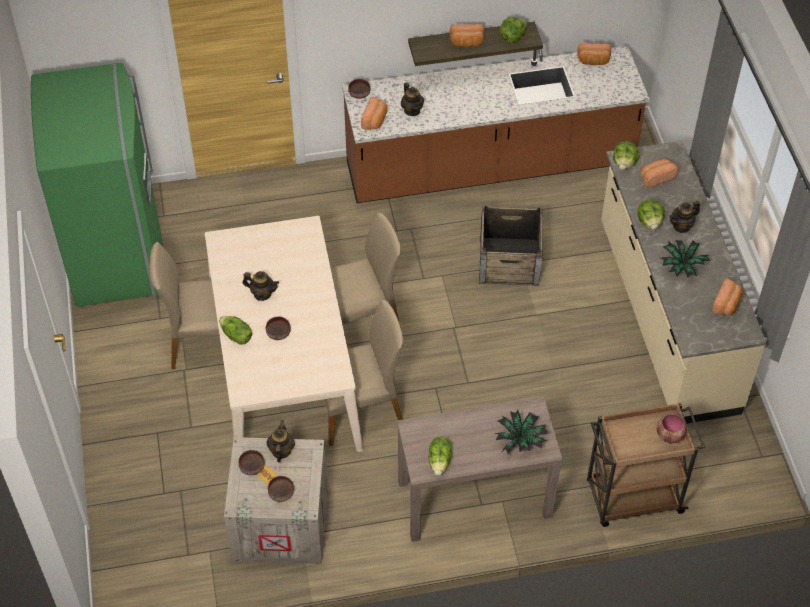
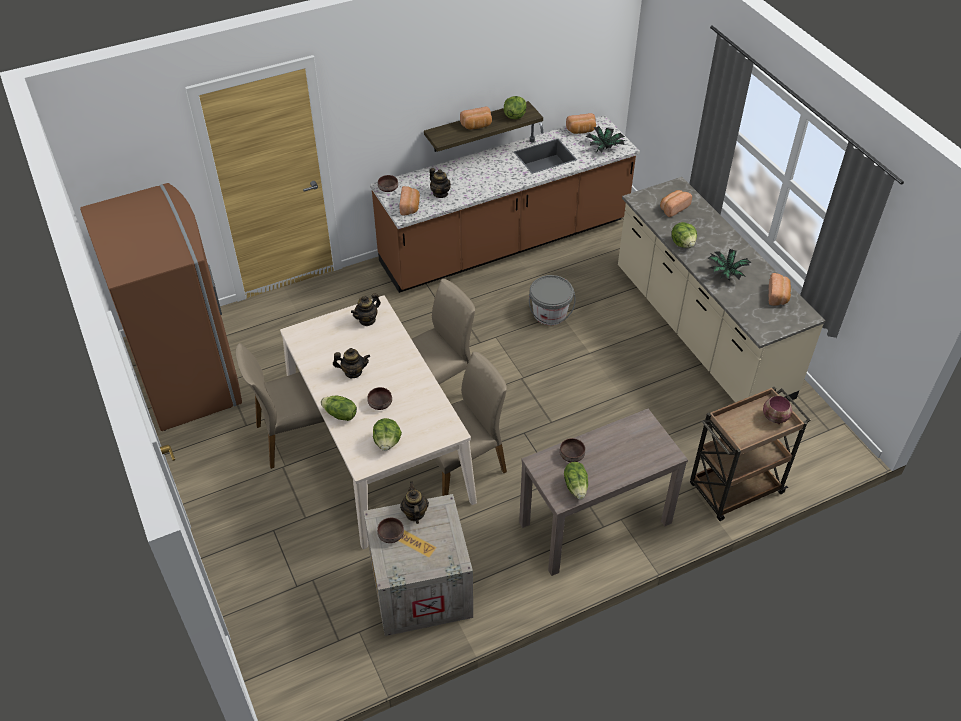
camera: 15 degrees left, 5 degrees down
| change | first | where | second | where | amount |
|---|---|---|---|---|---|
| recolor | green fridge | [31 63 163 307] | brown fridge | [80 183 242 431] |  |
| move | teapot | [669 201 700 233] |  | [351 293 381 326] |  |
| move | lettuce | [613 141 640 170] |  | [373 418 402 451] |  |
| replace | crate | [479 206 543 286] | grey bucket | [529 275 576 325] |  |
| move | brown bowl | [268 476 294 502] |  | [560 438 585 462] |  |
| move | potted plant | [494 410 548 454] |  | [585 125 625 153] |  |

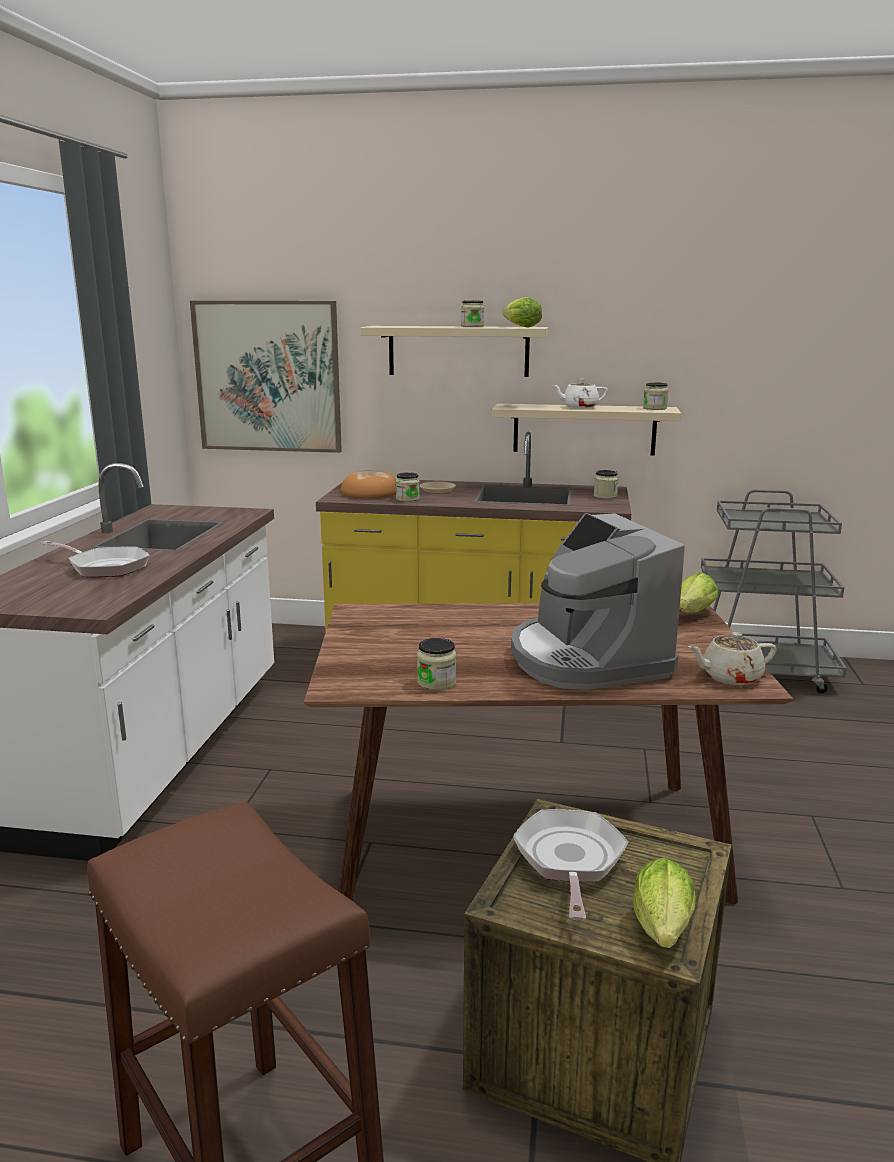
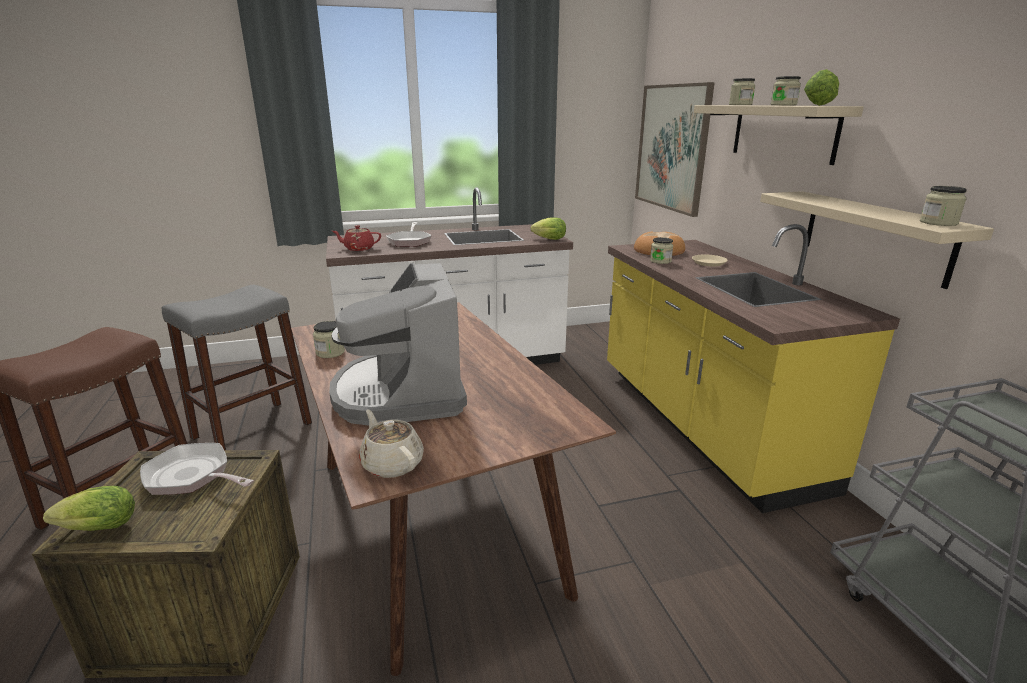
camera: 65 degrees right, 5 degrees up
| change | first | where | second | where | amount |
|---|---|---|---|---|---|
| rotate | frying pan | [513 809 629 920] |  | [140 443 254 495] | 135 degrees counterclockwise |
| insert |  |  | grey stool | [162 285 312 450] |  |
| rotate | coffee machine | [511 513 685 690] |  | [329 263 467 426] | 60 degrees counterclockwise |
| insert |  |  | red teapot | [333 225 381 251] |  |
| move | lettuce | [680 572 719 613] |  | [531 217 566 240] |  |
| move | jar | [594 470 618 499] |  | [729 78 755 105] |  |
| delete | white teapot | [552 379 608 408] |  |  |  |

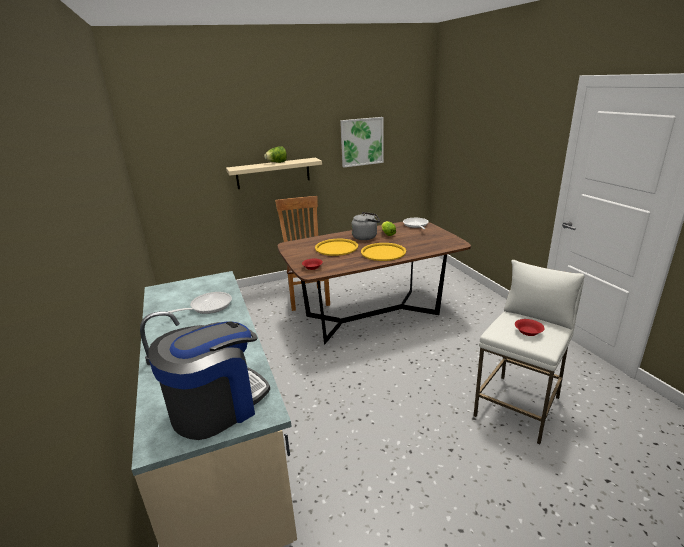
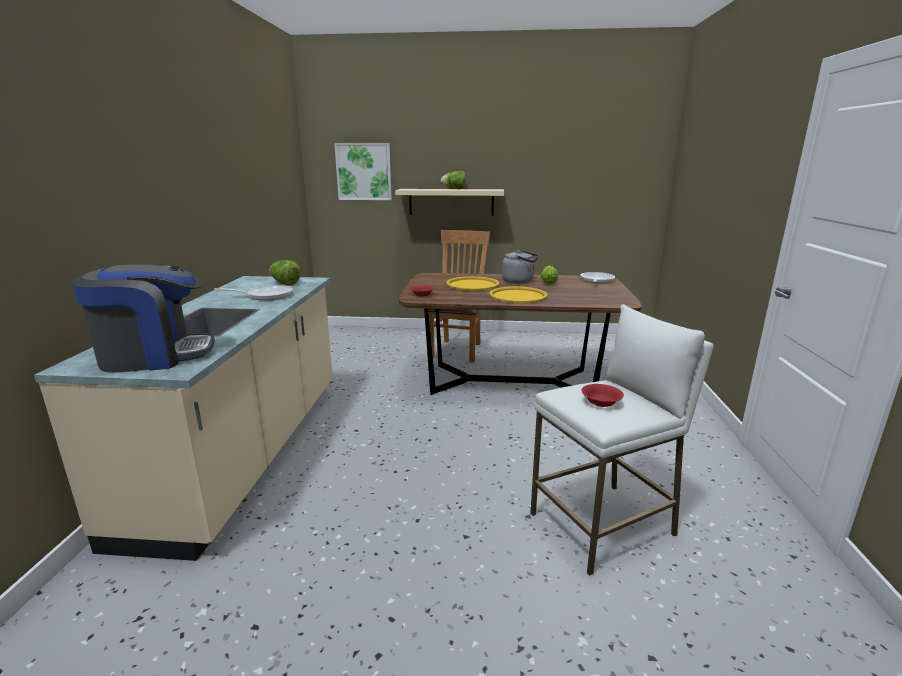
camera: 25 degrees right, 5 degrees down
| change | first | where | second | where | amount |
|---|---|---|---|---|---|
| insert |  |  | lettuce | [270 260 301 285] |  |
| move | picture | [340 117 384 168] |  | [334 143 392 200] |  |

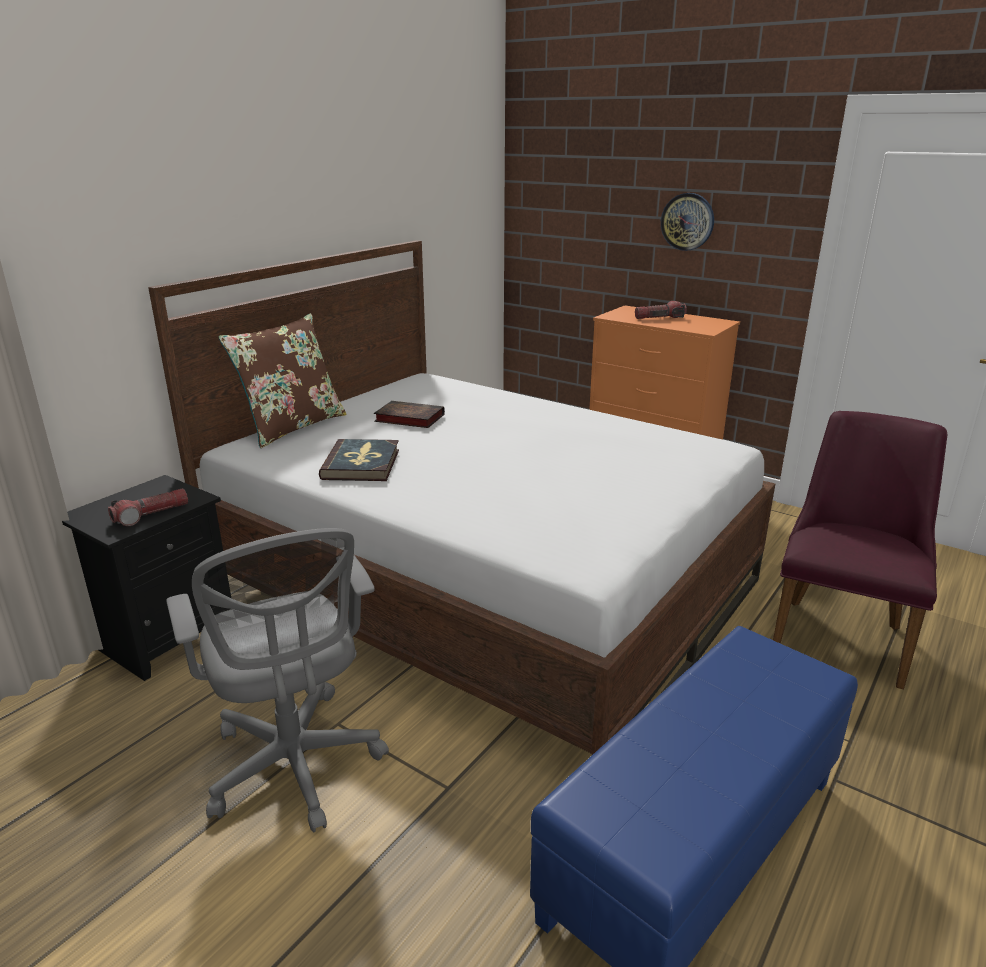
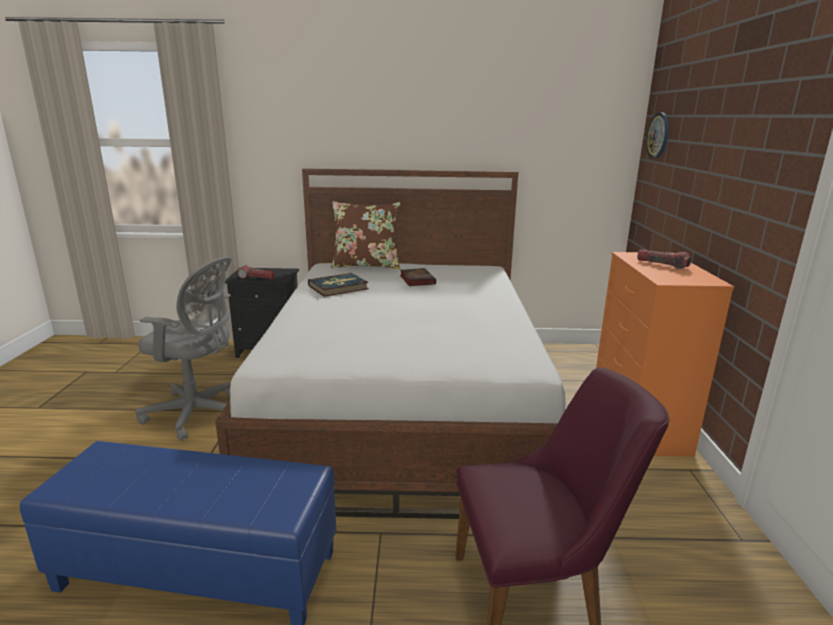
camera: 55 degrees right, 5 degrees down
| change | first | where | second | where | amount |
|---|---|---|---|---|---|
| rotate | grey office chair | [166 528 389 832] |  | [135 257 231 441] | 105 degrees counterclockwise |
| move | wall clock | [661 193 714 251] |  | [646 112 669 158] |  |

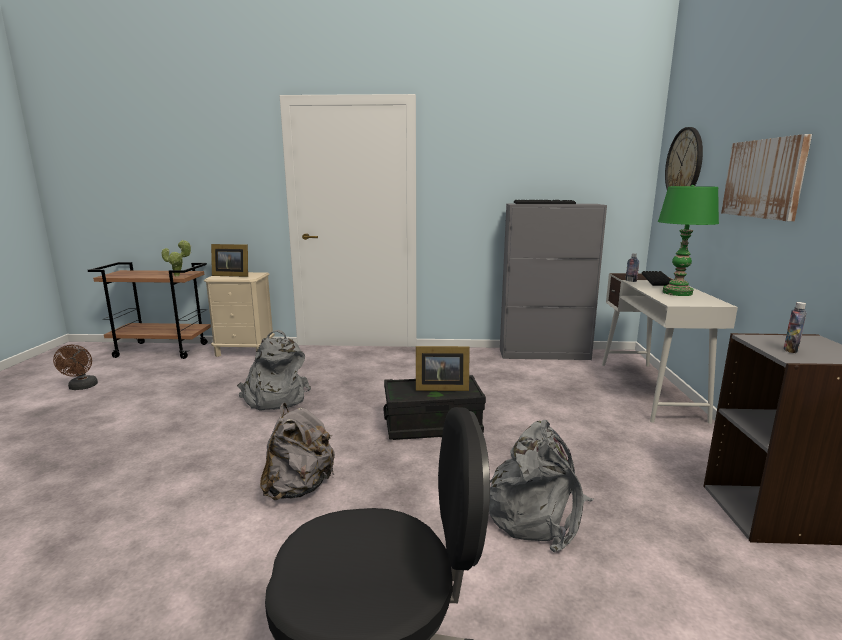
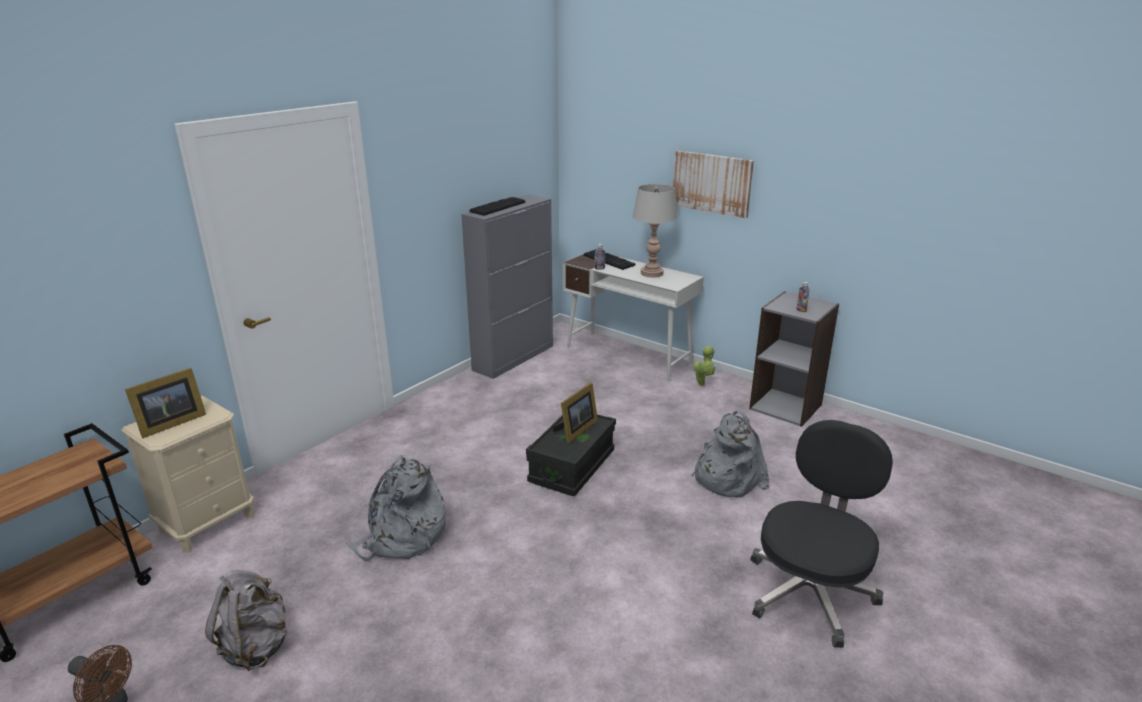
camera: 55 degrees left, 10 degrees up
| change | first | where | second | where | amount |
|---|---|---|---|---|---|
| move | grey backpack | [260 403 335 500] |  | [205 570 287 671] |  |
| recolor | green table lamp | [658 185 719 296] | grey table lamp | [632 184 678 278] |  |
| move | potted plant | [162 240 191 276] |  | [694 346 715 387] |  |
| delete | wall clock | [665 127 703 190] |  |  |  |

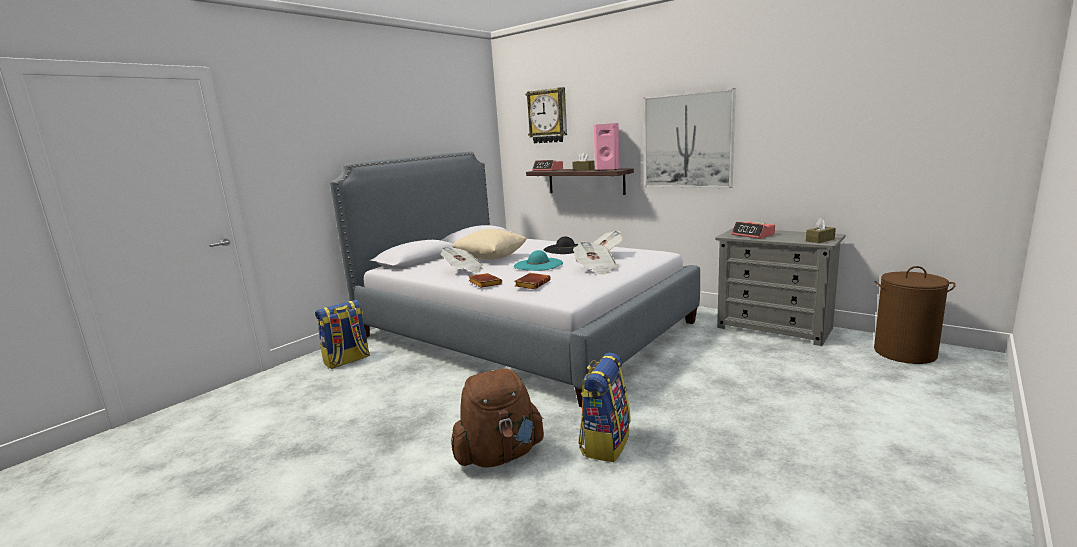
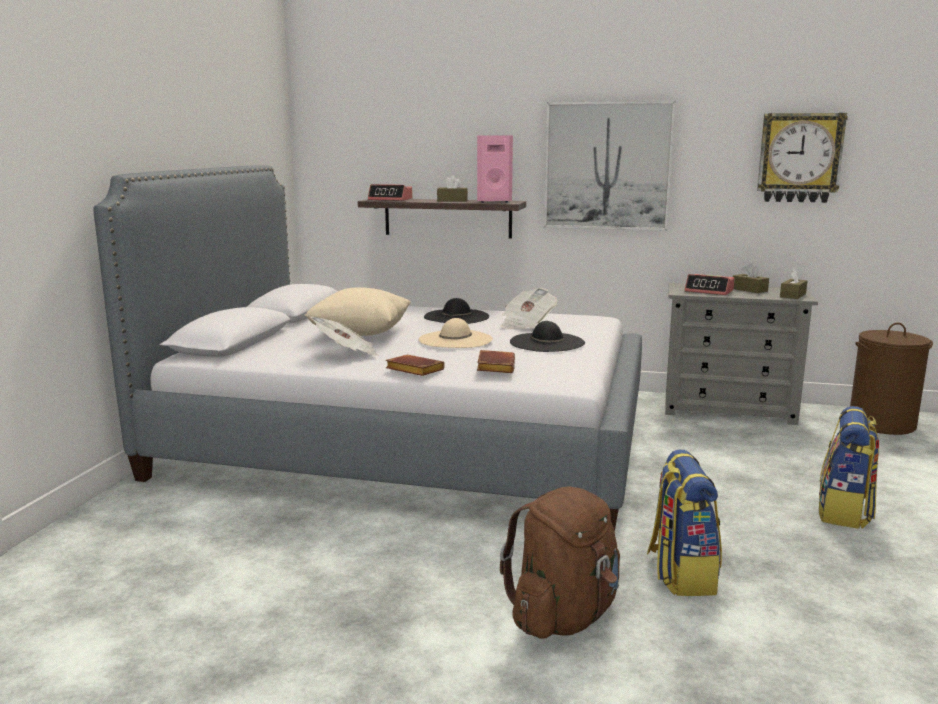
camera: 25 degrees left, 0 degrees up
| change | first | where | second | where | amount |
|---|---|---|---|---|---|
| recolor | turquoise hat | [514 250 563 271] | beige hat | [419 318 493 348] |  |
| replace | newspaper | [573 241 618 275] | black hat | [510 321 585 352] |  |
| insert |  |  | brown tissue box | [733 264 769 293] |  |
| move | wall clock | [526 87 567 143] |  | [757 113 848 203] |  |
| move | backpack | [315 300 370 369] |  | [819 406 879 529] |  |

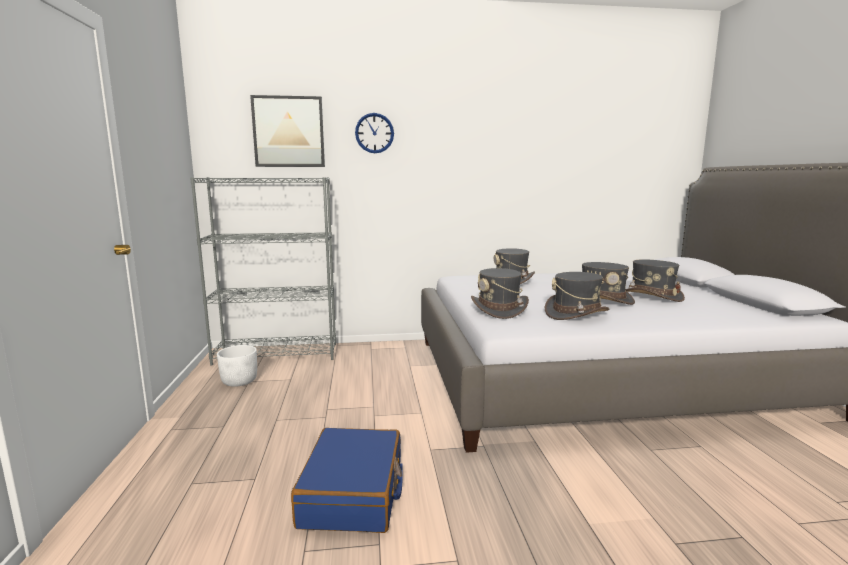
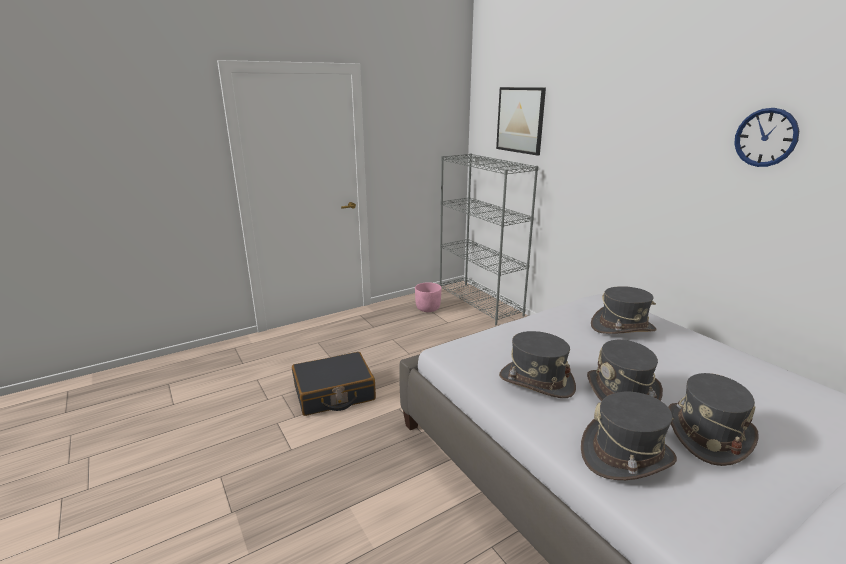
camera: 65 degrees right, 10 degrees up
| change | first | where | second | where | amount |
|---|---|---|---|---|---|
| recolor | blue suitcase | [291 428 403 533] | black suitcase | [292 352 376 416] |  |
| recolor | white planter | [217 345 257 387] | pink planter | [415 282 442 312] |  |
| move | grey hat | [471 268 529 319] |  | [581 392 677 480] |  |
| move | wall clock | [355 113 394 153] |  | [734 108 799 167] |  |

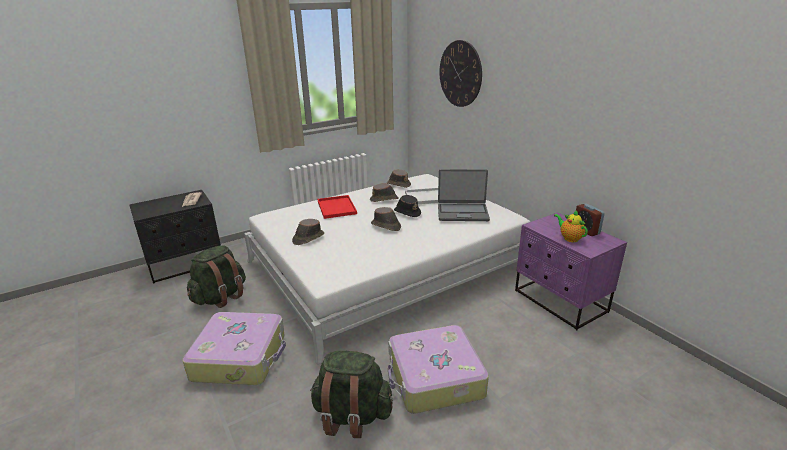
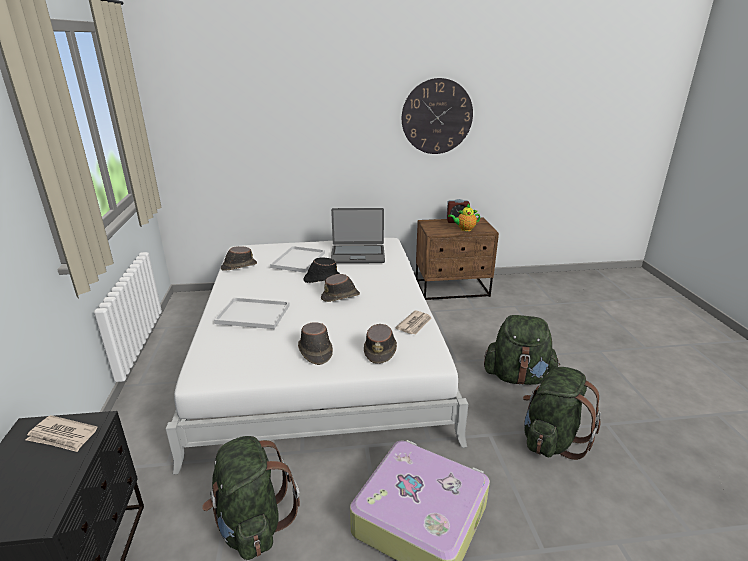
camera: 65 degrees left, 0 degrees up
| change | first | where | second | where | amount |
|---|---|---|---|---|---|
| recolor | red tray | [318 195 357 219] | white tray | [214 297 290 329] |  |
| rotate | laptop | [438 169 490 221] |  | [331 208 385 263] | 60 degrees clockwise |
| move | brown hat | [370 183 399 202] |  | [364 324 397 364] |  |
| insert |  |  | newspaper | [395 310 432 335] |  |
| move | wall clock | [440 40 482 107] |  | [402 78 473 154] |  |
| recolor | purple nightstand | [515 212 627 330] | brown nightstand | [416 217 499 300] |  |
| replace | suitcase | [388 325 489 414] | green backpack | [484 315 560 385] |  |

